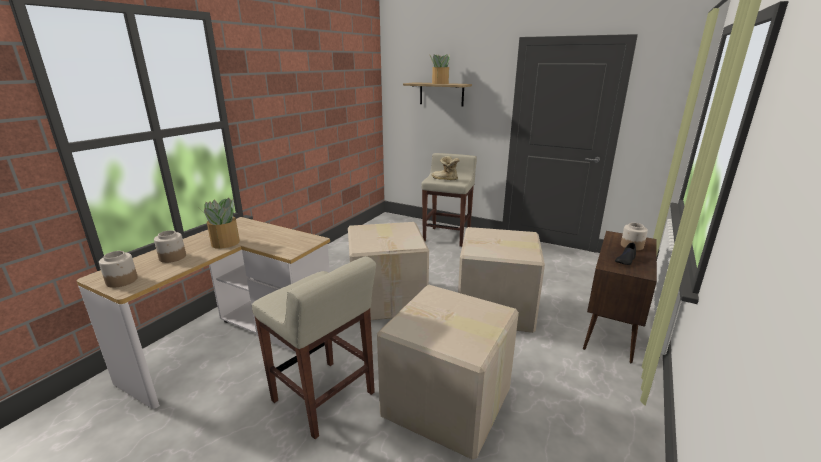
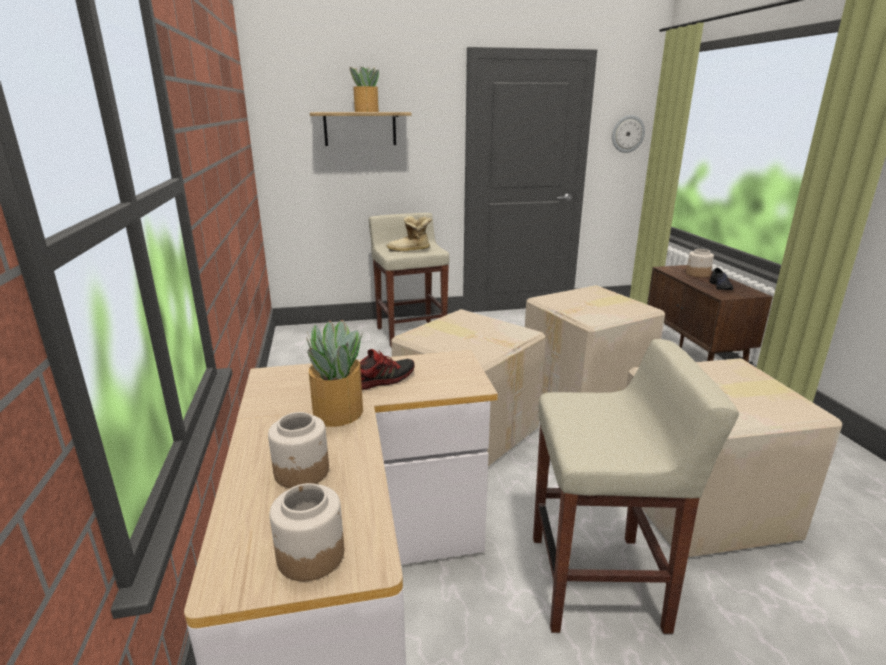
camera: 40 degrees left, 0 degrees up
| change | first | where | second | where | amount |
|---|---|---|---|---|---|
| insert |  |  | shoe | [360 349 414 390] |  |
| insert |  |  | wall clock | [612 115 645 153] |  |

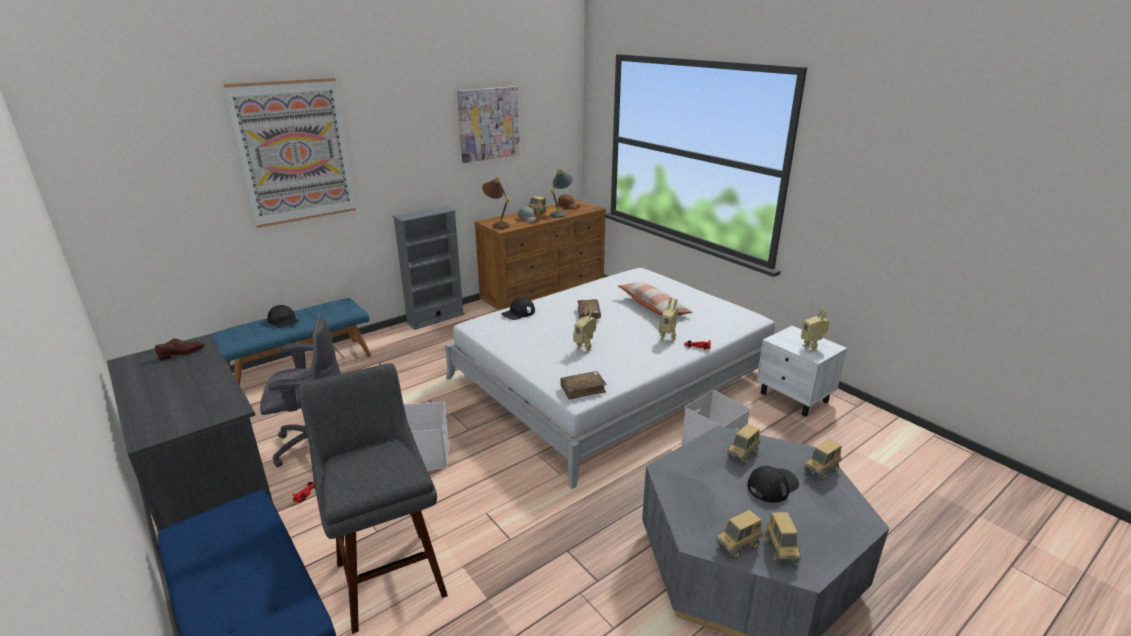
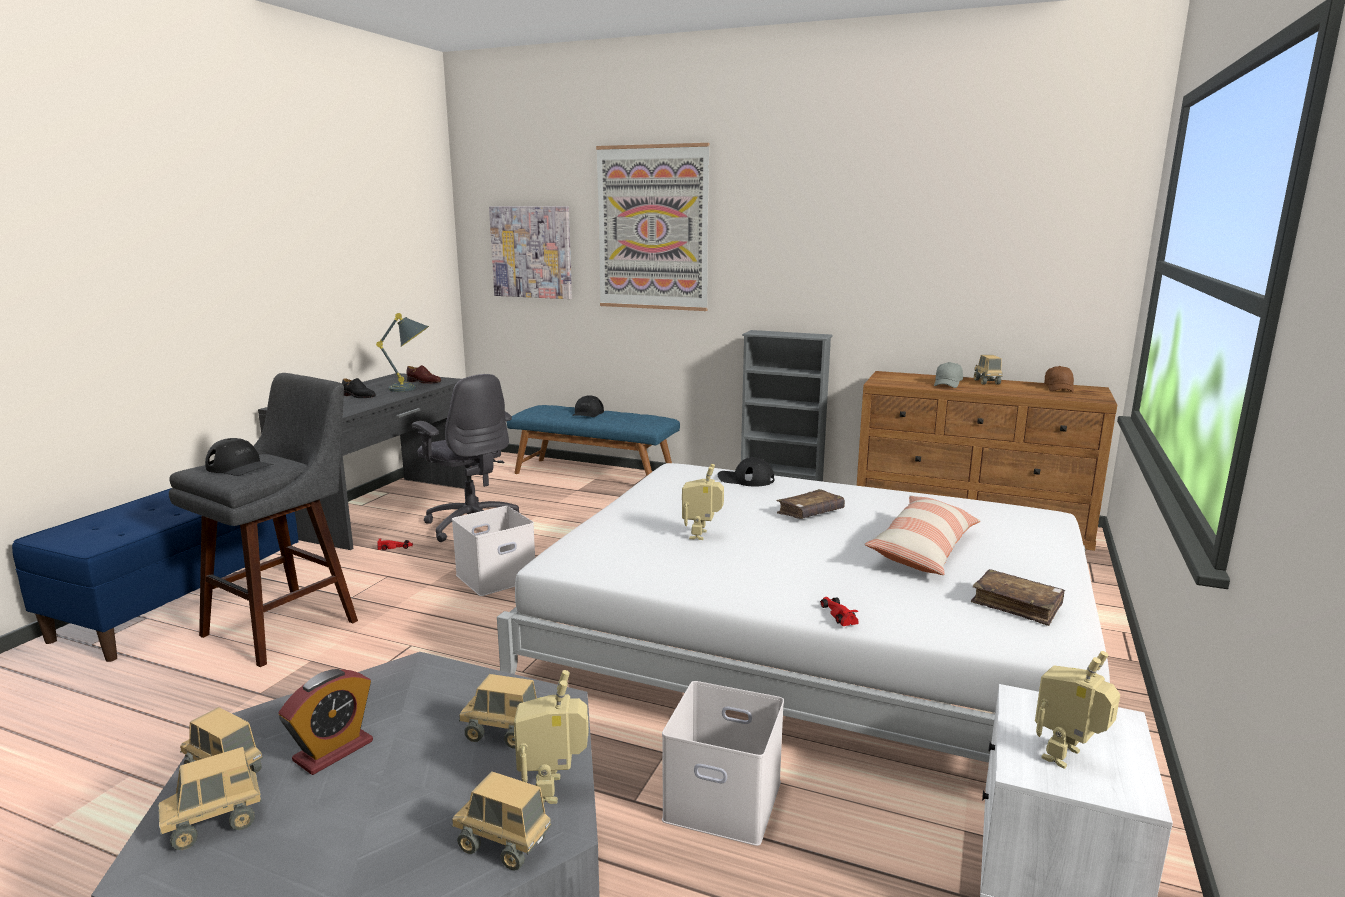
camera: 60 degrees right, 10 degrees down
| change | first | where | second | where | amount |
|---|---|---|---|---|---|
| move | black cap | [747 466 799 503] |  | [205 438 274 476] |  |
| insert |  |  | alarm clock | [278 669 373 775] |  |
| insert |  |  | black shoe | [342 378 376 398] |  |
| move | grey table lamp | [550 168 573 218] |  | [376 313 429 392] |  |
| move | picture | [457 86 520 163] |  | [489 206 572 299] |  |
| move | toy robot | [659 298 678 342] |  | [514 670 589 804] |  |
| move | brown book | [560 371 607 400] |  | [971 569 1065 626] |  |
| delete | brown table lamp | [482 177 510 229] |  |  |  |

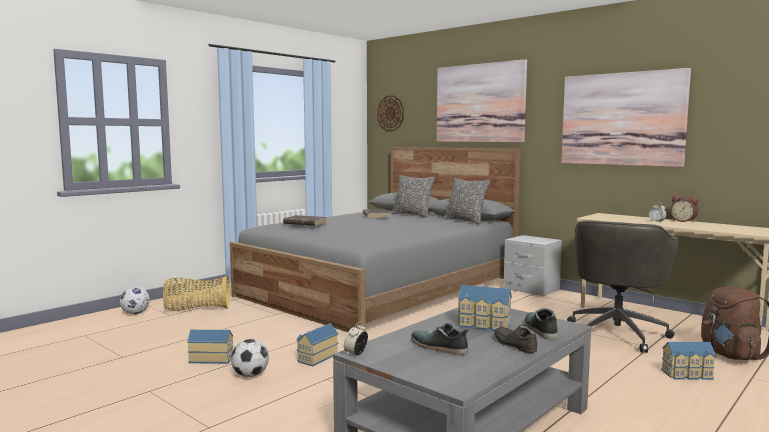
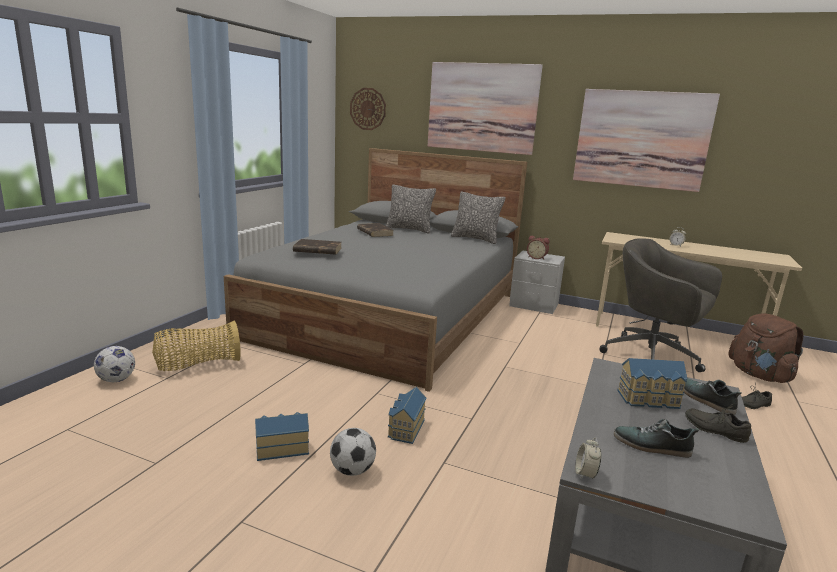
camera: 20 degrees left, 10 degrees up
| change | first | where | second | where | amount |
|---|---|---|---|---|---|
| move | alarm clock | [670 195 699 223] |  | [527 236 550 259] |  |
| rotate | grey office chair | [567 220 679 353] |  | [599 238 722 372] | 120 degrees clockwise |
| replace | toy house | [661 342 716 380] | grey shoe | [742 383 772 409] |  |

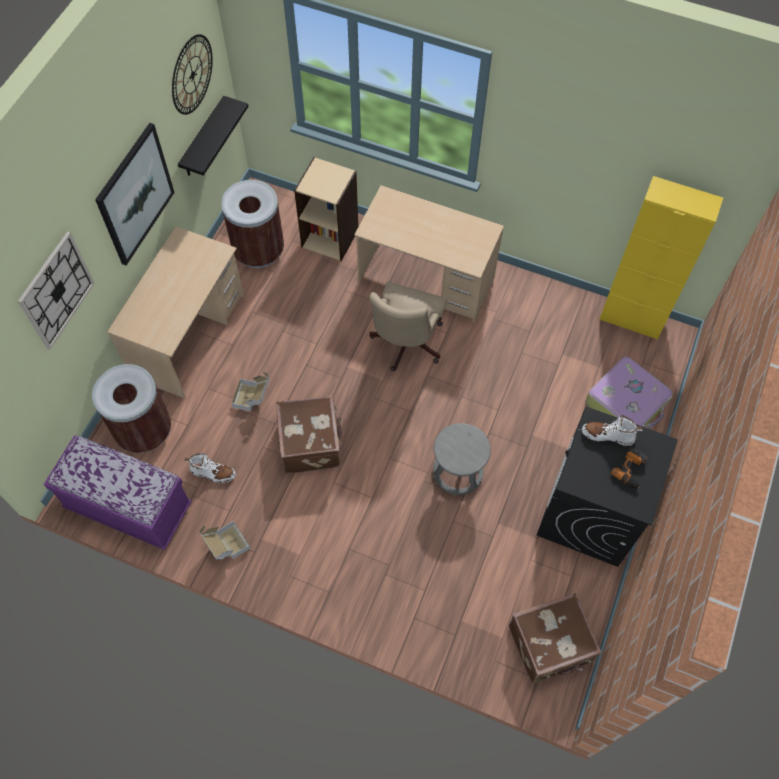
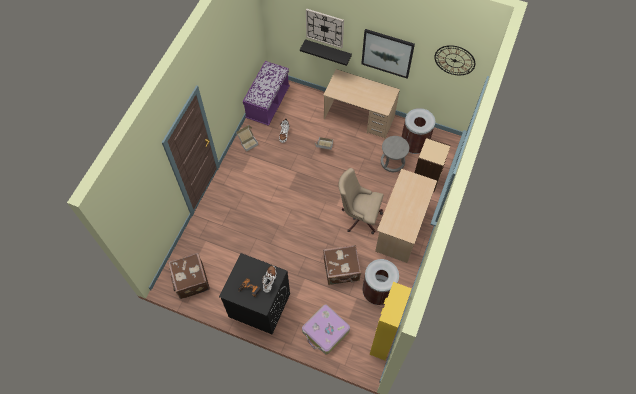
camera: 90 degrees right, 0 degrees up
| change | first | where | second | where | amount |
|---|---|---|---|---|---|
| move | black shelf | [178 96 248 176] |  | [300 39 352 66] |  |
| move | brown suitcase | [276 395 342 474] |  | [323 245 361 285] |  |
| move | brown trash can | [92 364 171 453] |  | [362 259 399 305] |  |
| move | grey stool | [433 423 491 495] |  | [381 136 409 172] |  |

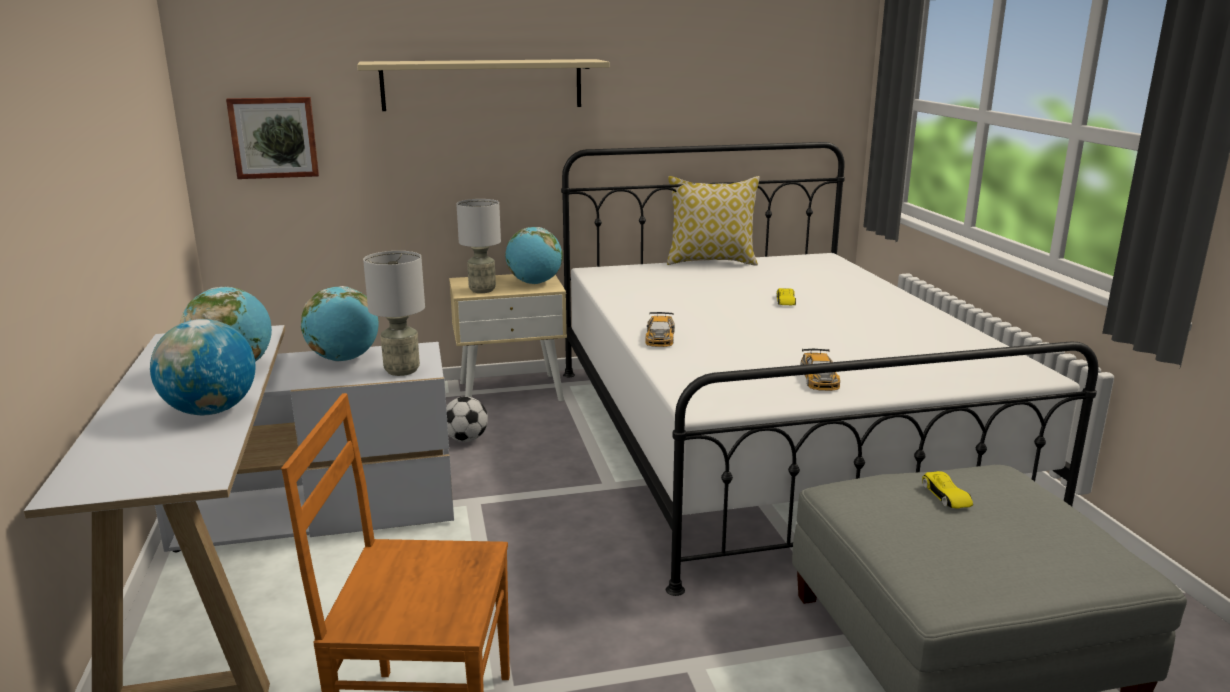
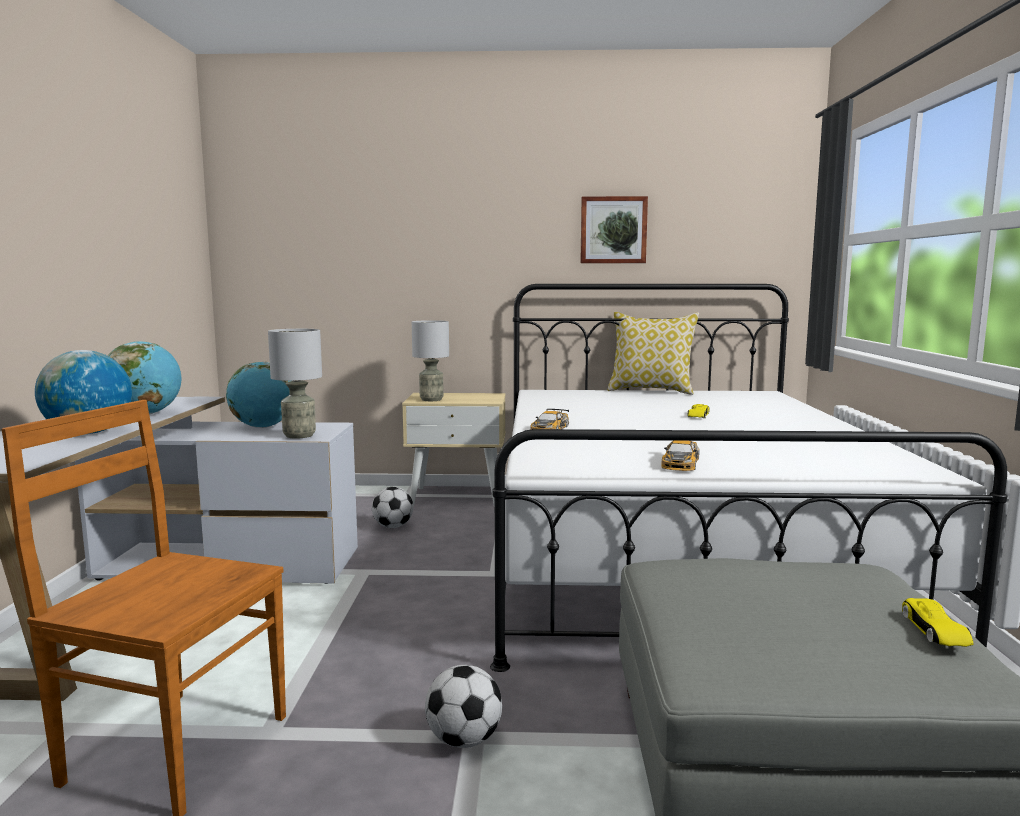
camera: 15 degrees right, 10 degrees down
| change | first | where | second | where | amount |
|---|---|---|---|---|---|
| insert |  |  | football | [425 665 502 748] |  |
| move | picture | [226 97 319 179] |  | [580 196 648 263] |  |
| move | yellow toy car | [922 471 973 509] |  | [902 598 974 647] |  |
| delete | beige shelf | [357 59 610 111] |  |  |  |
| delete | globe | [505 227 563 284] |  |  |  |

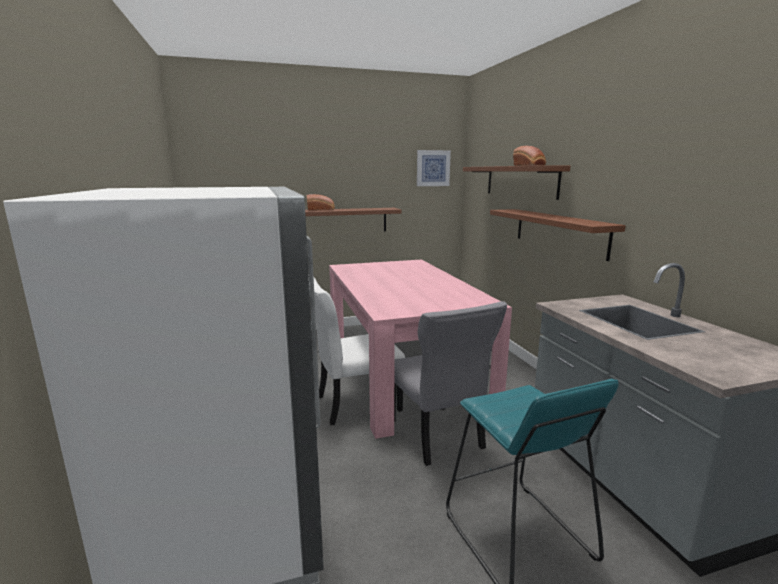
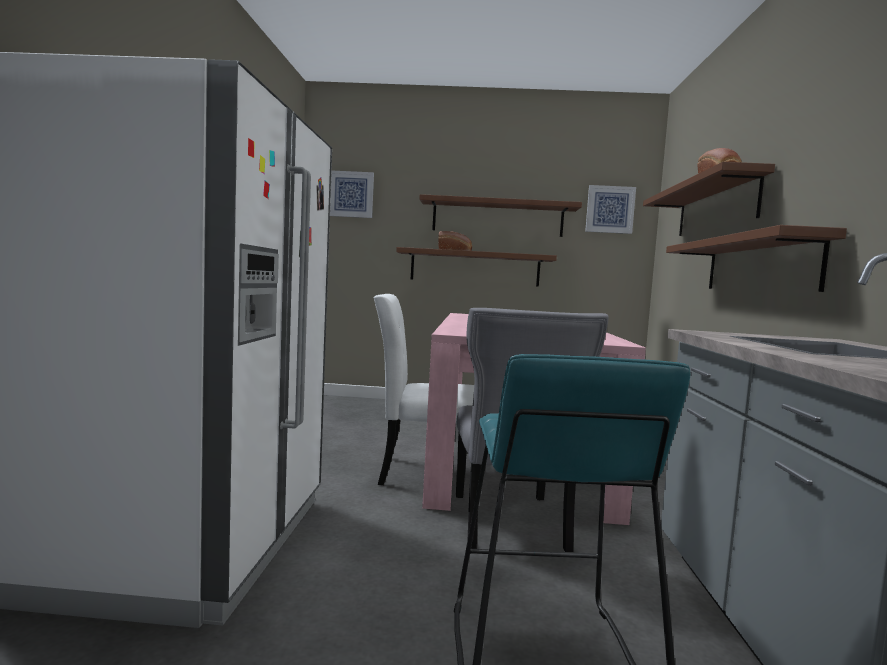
camera: 20 degrees right, 10 degrees down
| change | first | where | second | where | amount |
|---|---|---|---|---|---|
| insert |  |  | picture | [330 171 374 218] |  |
| insert |  |  | brown shelf | [419 194 582 237] |  |

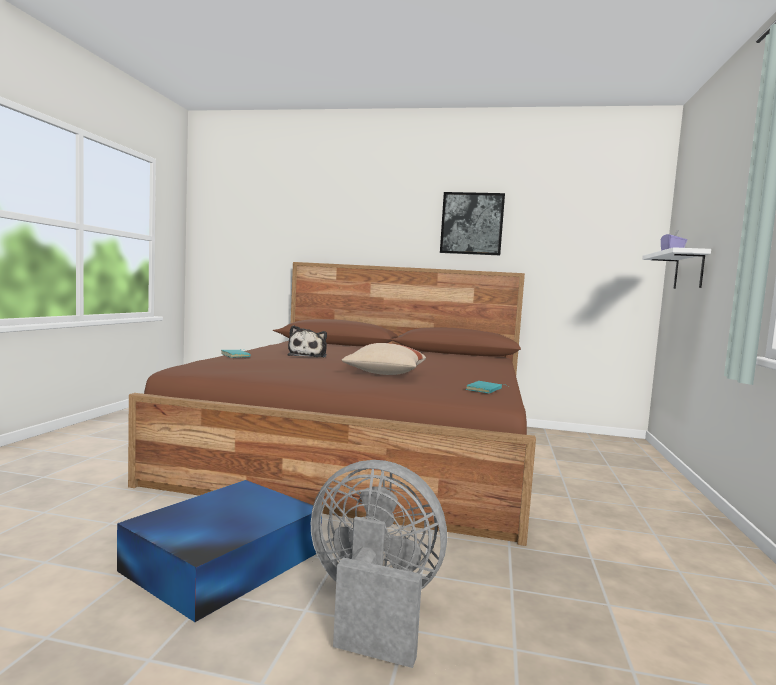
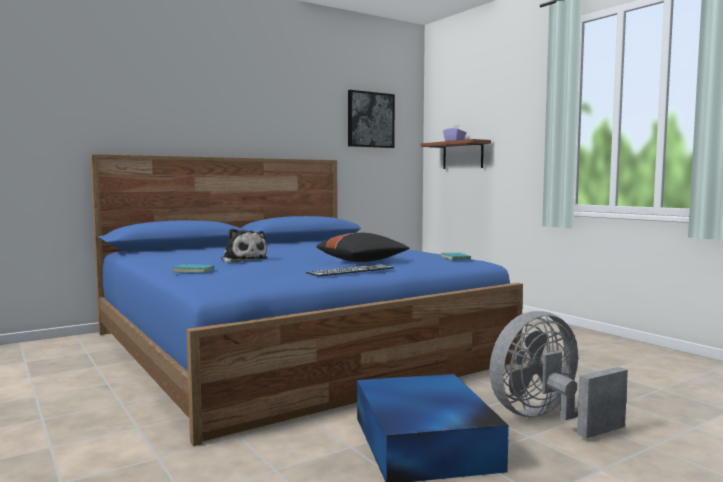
camera: 45 degrees left, 0 degrees up
| change | first | where | second | where | amount |
|---|---|---|---|---|---|
| recolor | brown bed | [128 262 536 546] | blue bed | [91 154 523 446] |  |
| insert |  |  | keyboard | [306 265 394 276] |  |
| recolor | beige pillow | [341 343 426 375] | black pillow | [316 233 410 262] |  |
| move | picture | [440 192 505 255] |  | [348 90 395 148] |  |
| recolor | white shelf | [642 247 711 289] | brown shelf | [421 139 491 169] |  |

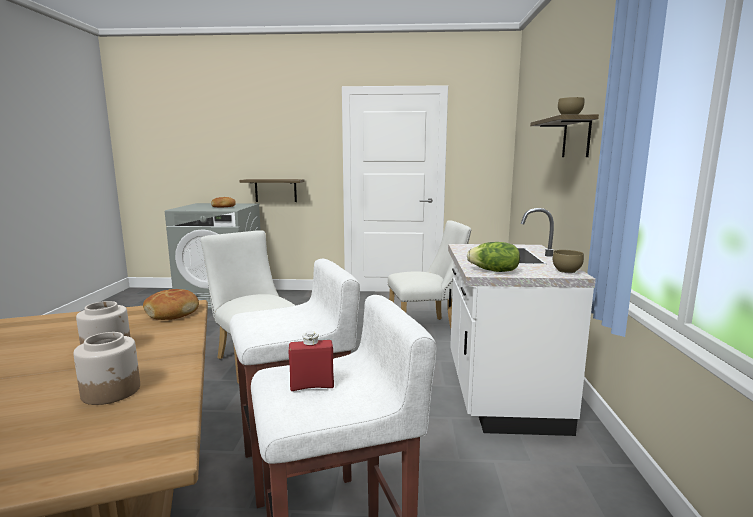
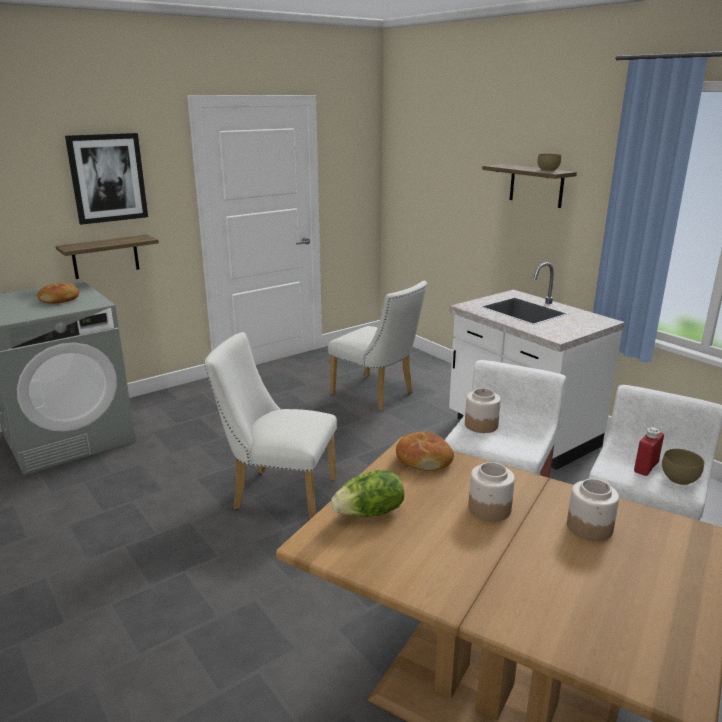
camera: 40 degrees left, 10 degrees up
| change | first | where | second | where | amount |
|---|---|---|---|---|---|
| insert |  |  | picture | [65 133 148 225] |  |
| rotate | white chair | [388 220 471 328] |  | [328 281 427 410] | 90 degrees clockwise |
| move | lettuce | [467 242 520 272] |  | [331 470 404 517] |  |
| insert |  |  | jar | [465 388 501 433] |  |
| move | brown bowl | [553 250 584 273] |  | [662 449 704 485] |  |

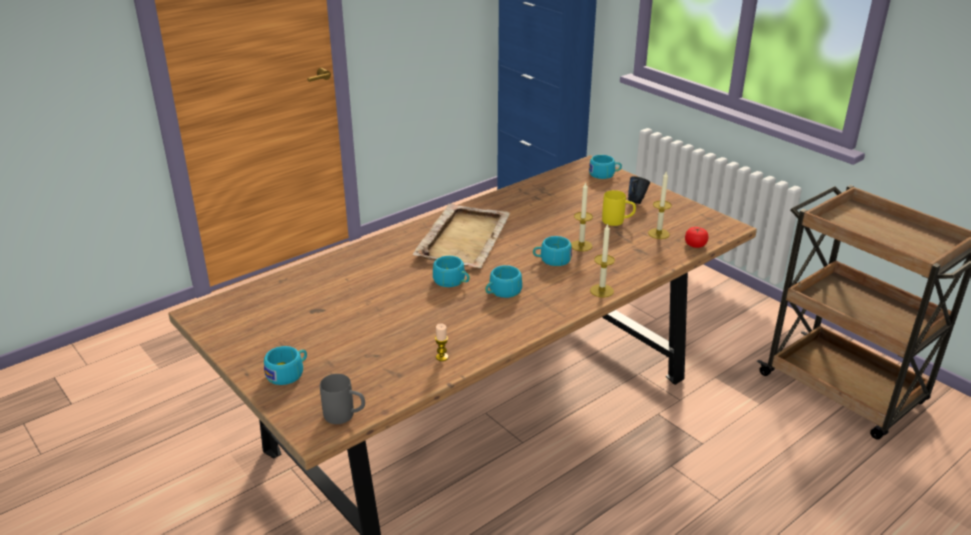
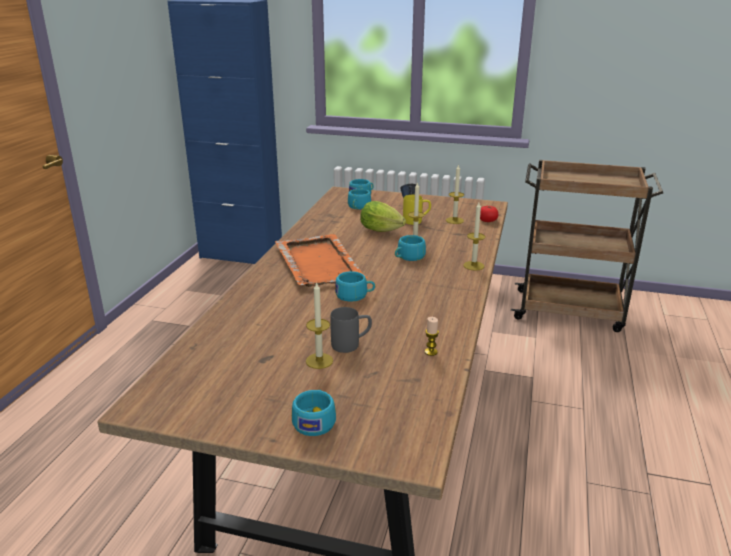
camera: 35 degrees left, 5 degrees down
| change | first | where | second | where | amount |
|---|---|---|---|---|---|
| recolor | beige tray | [413 204 510 268] | orange tray | [275 234 368 287] |  |
| insert |  |  | candle | [306 281 333 369] |  |
| move | grey mug | [320 374 365 424] |  | [330 307 372 353] |  |
| move | turquoise cup | [485 265 522 298] |  | [348 189 371 209] |  |
| insert |  |  | lettuce | [360 201 406 232] |  |

